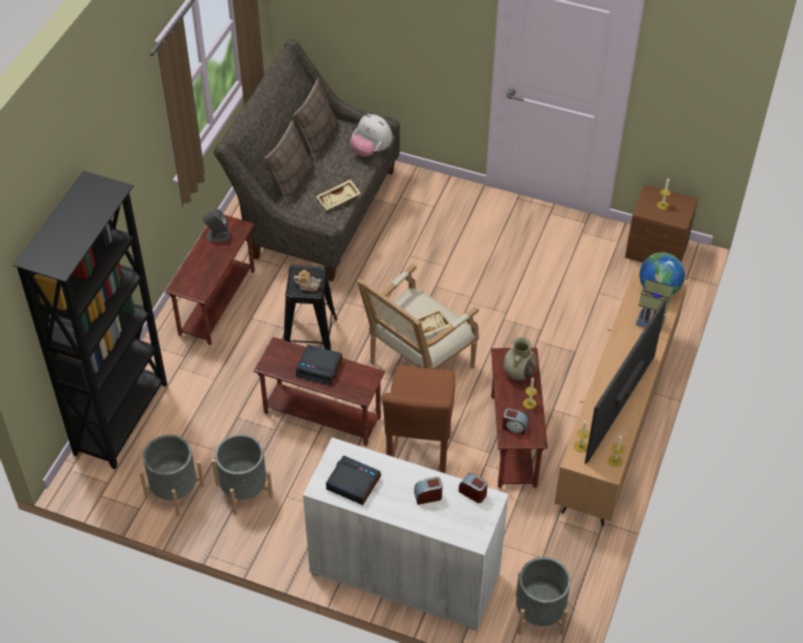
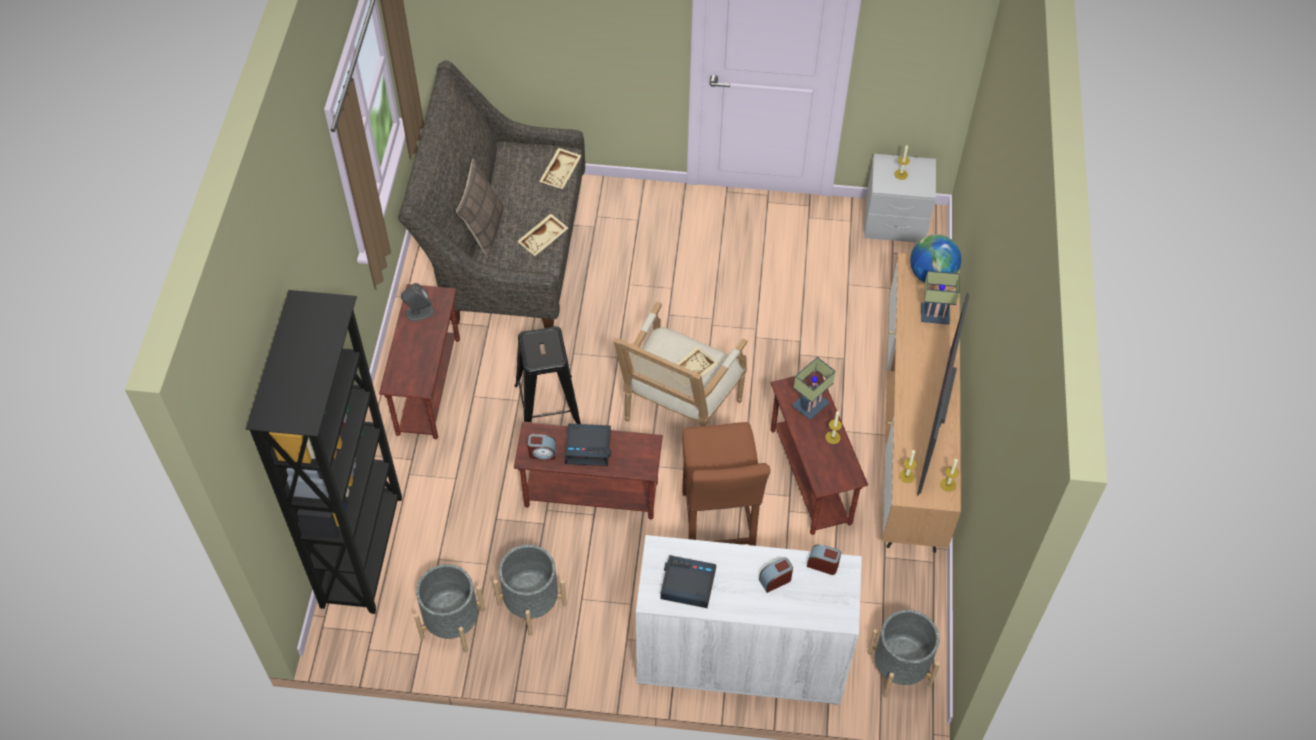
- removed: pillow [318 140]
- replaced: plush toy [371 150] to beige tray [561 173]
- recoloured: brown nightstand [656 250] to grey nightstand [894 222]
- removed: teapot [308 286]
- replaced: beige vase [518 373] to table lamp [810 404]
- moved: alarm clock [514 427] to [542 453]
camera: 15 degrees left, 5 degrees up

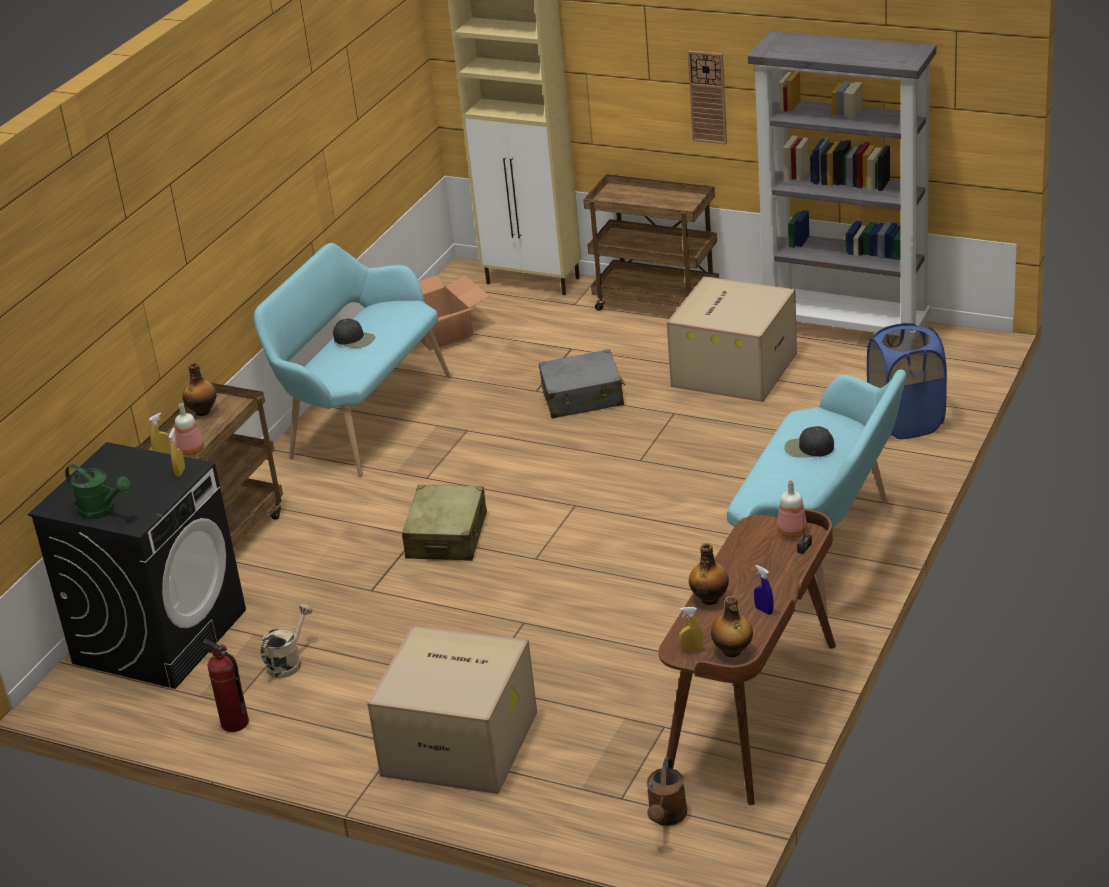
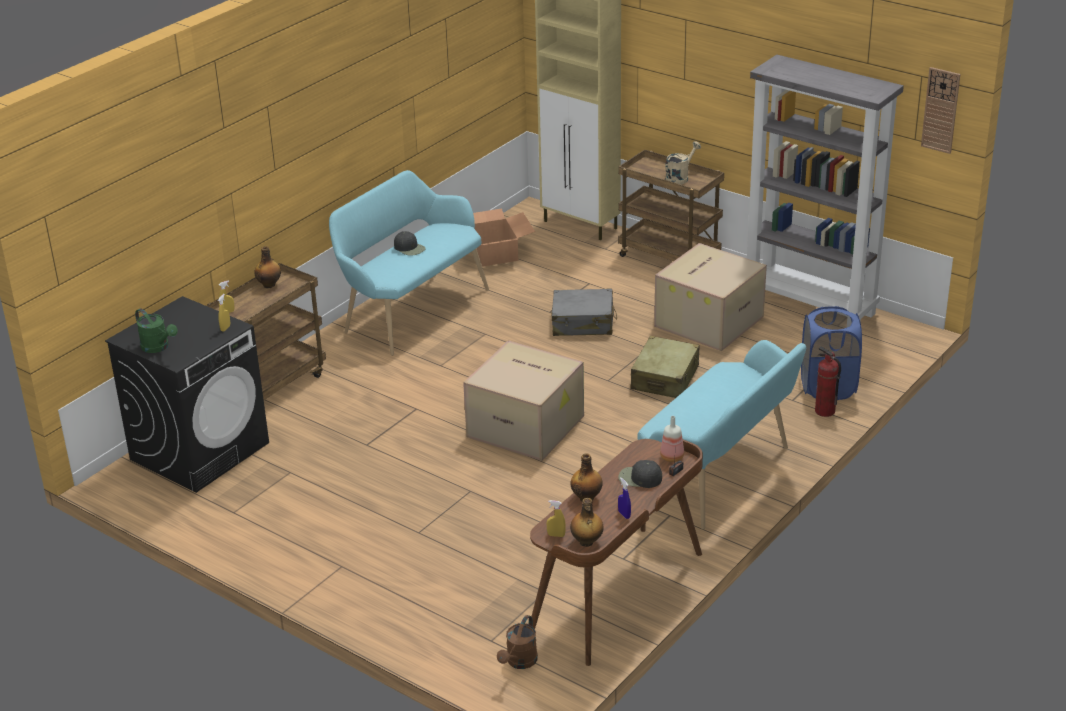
- moved: wall clock [708 97] to [940 110]
- removed: bottle [192 450]
- moved: black cap [808 448] to [639 478]
- moved: beige suitcase [447 536] to [665 378]
- moved: beige watering can [288 662] to [679 178]
- moved: cardboard box [462 742] to [527 426]
- moved: fire extinguisher [234 723] to [824 411]
camera: 10 degrees right, 0 degrees up

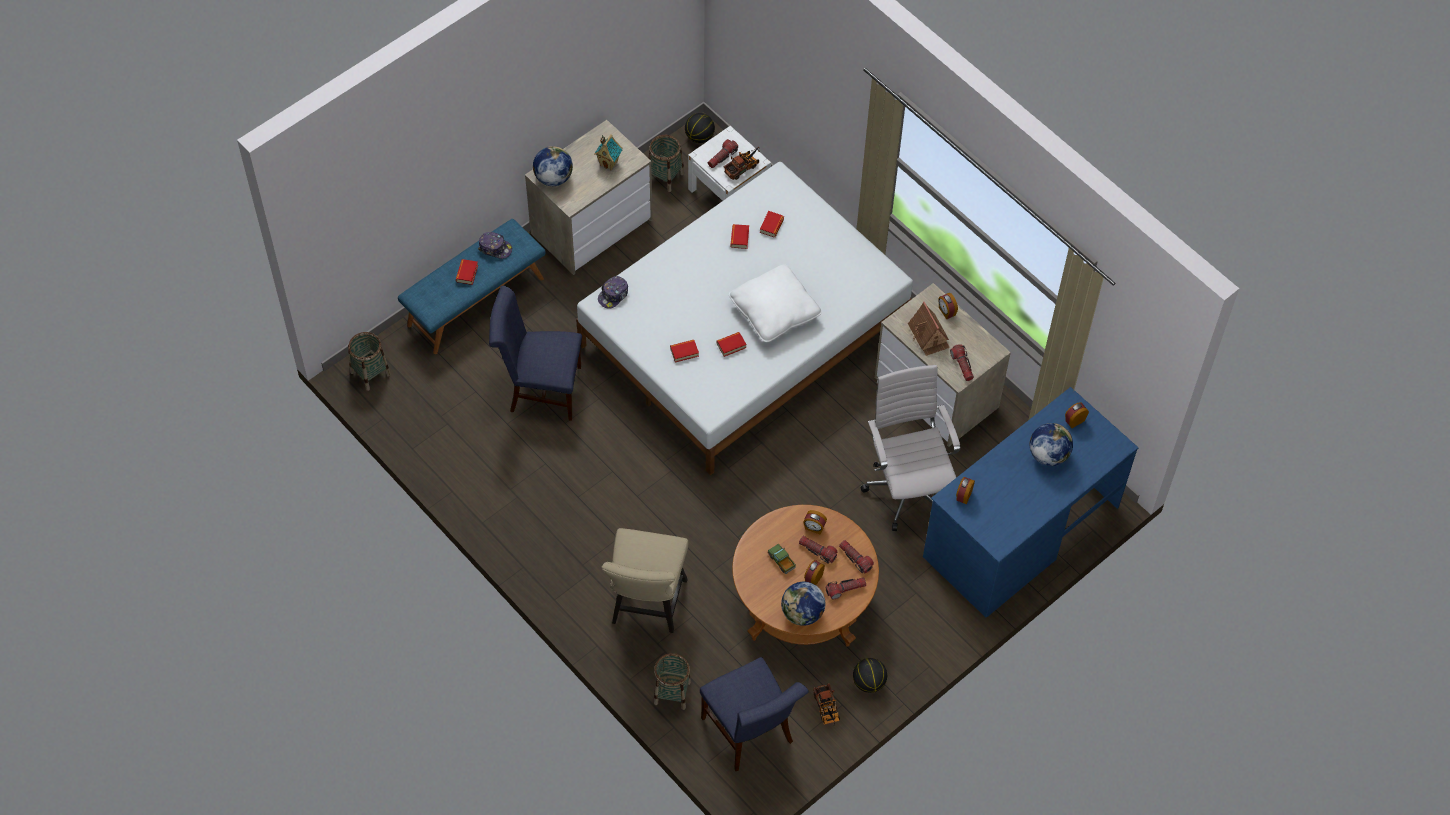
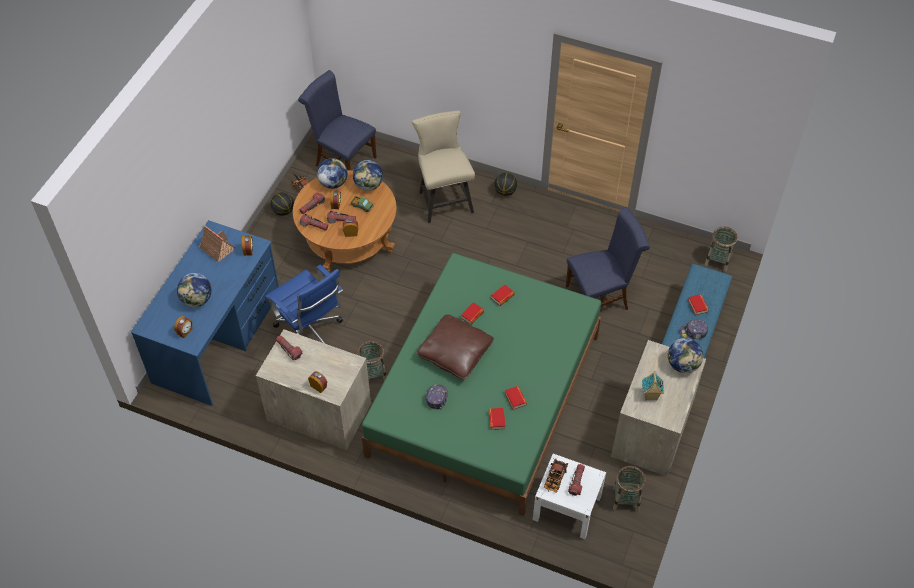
- moved: basketball [699 137] to [505 192]
- recoloured: white bed [744 334] to green bed [484 395]
- recoloured: white pillow [774 311] to brown pillow [455 353]
- moved: cap [613 295] to [436 397]
- moved: toy house [929 336] to [216 248]
- recoloured: white office chair [907 488] to blue office chair [310 335]
- moved: basket [672 693] to [372 374]
- added: globe [369 185]
camera: 155 degrees right, 5 degrees down

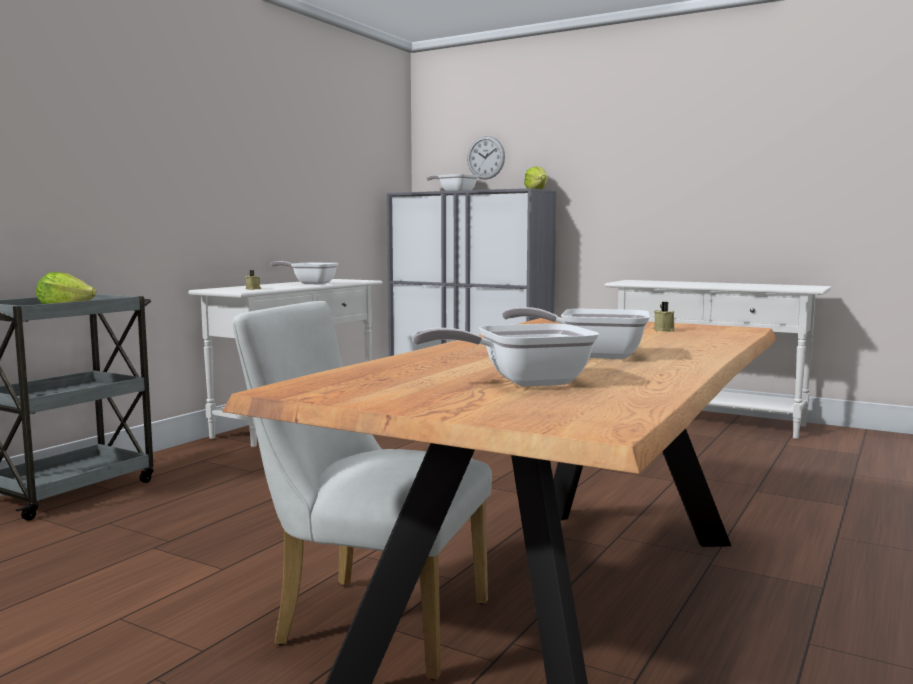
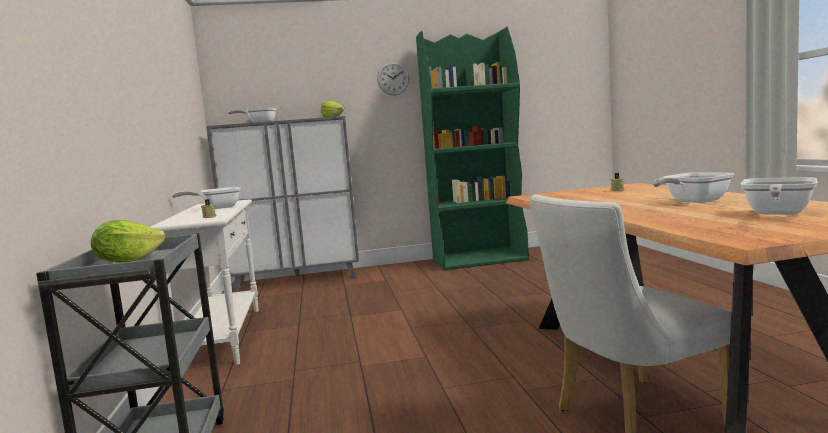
- moved: wall clock [486 157] to [393 78]
- replaced: white console table [709 421] to green bookcase [480 259]
camera: 40 degrees left, 0 degrees up

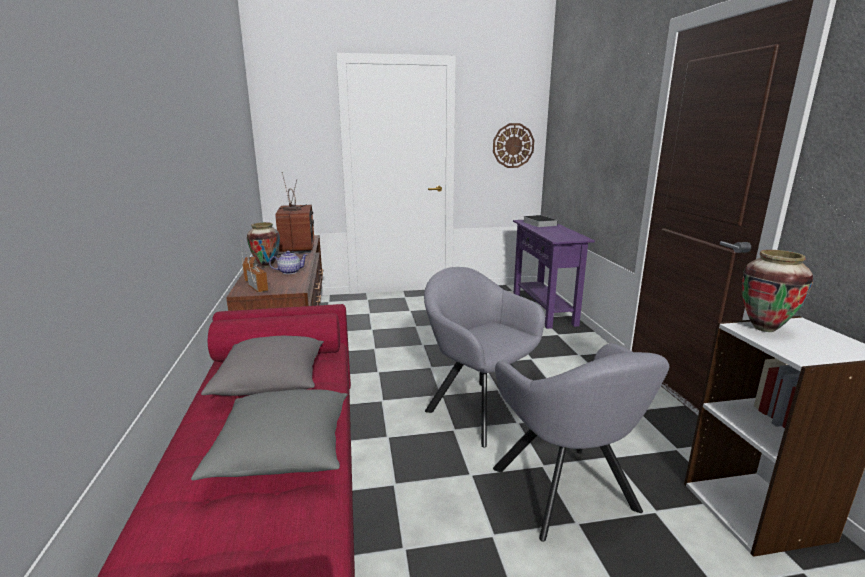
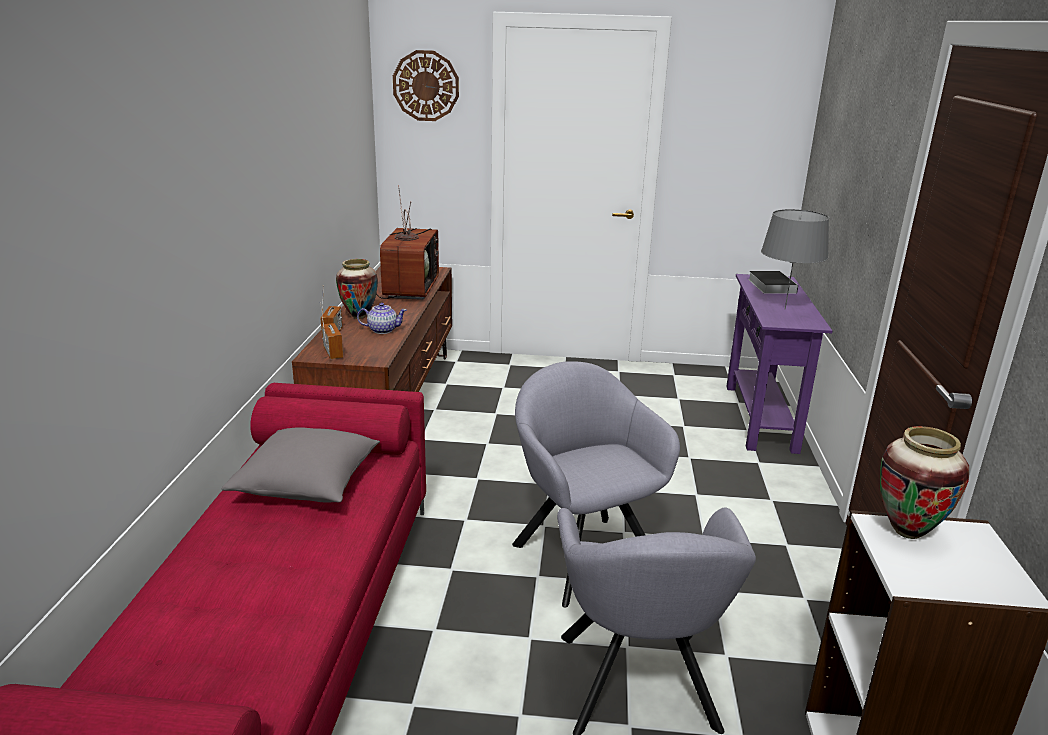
- moved: wall clock [513 145] to [426 86]
- removed: grey pillow [283 454]
- added: grey table lamp [785 309]
camera: 15 degrees right, 5 degrees up

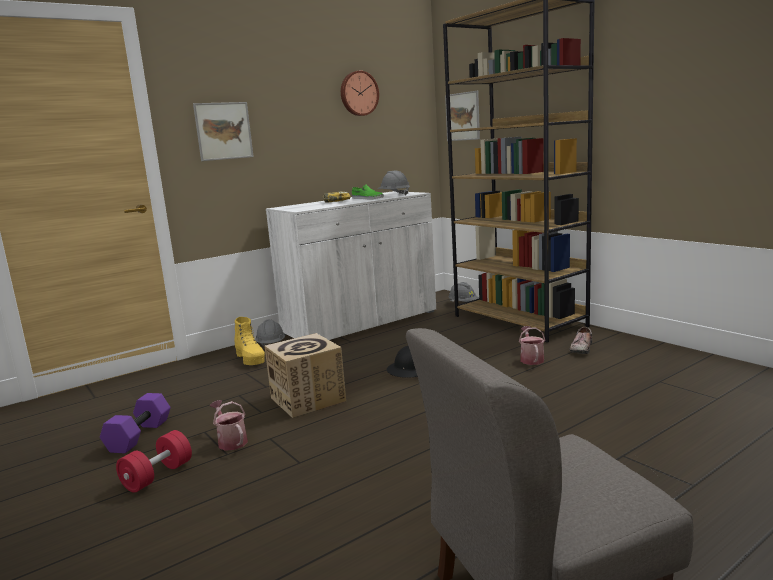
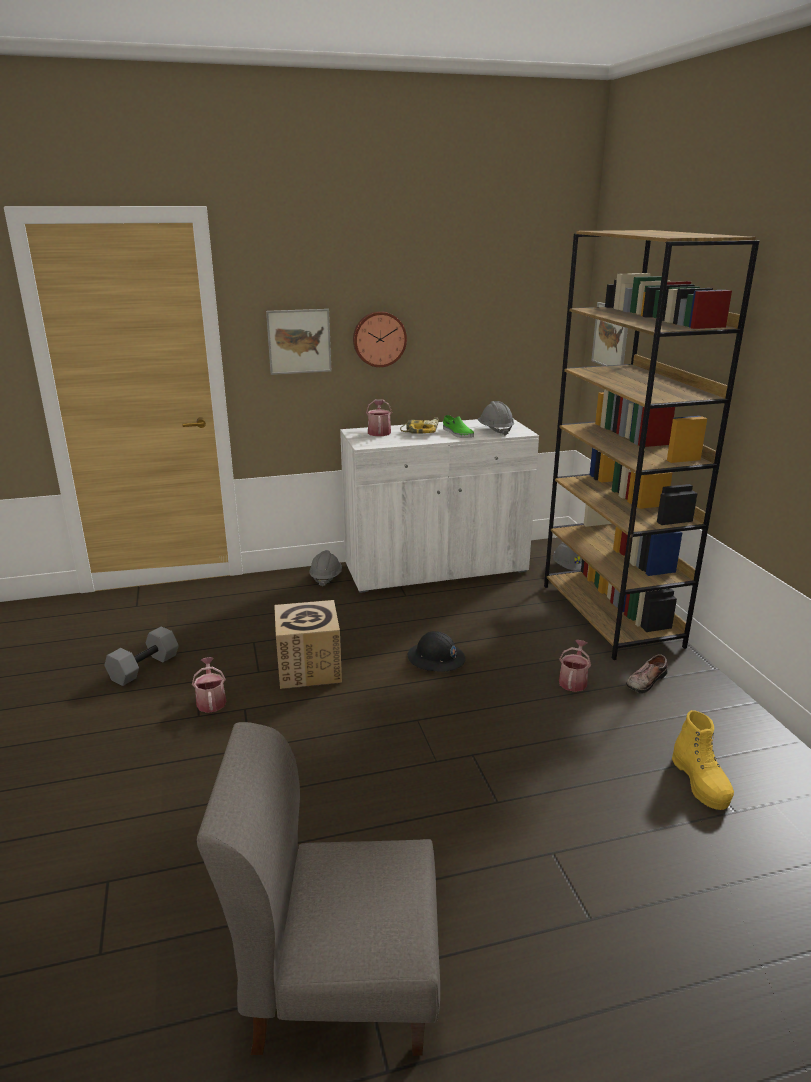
- moved: wall clock [358 93] to [379 339]
- moved: yellow boot [250 359] to [700 782]
- recoloured: purple dumbbell [138 435] to grey dumbbell [144 667]
- removed: red dumbbell [158 476]
- added: watering can [379 432]
camera: 20 degrees right, 10 degrees up

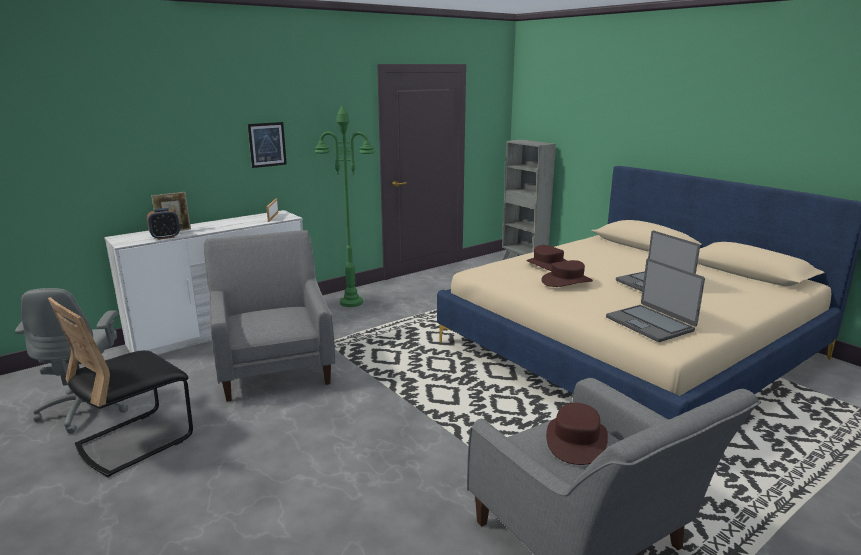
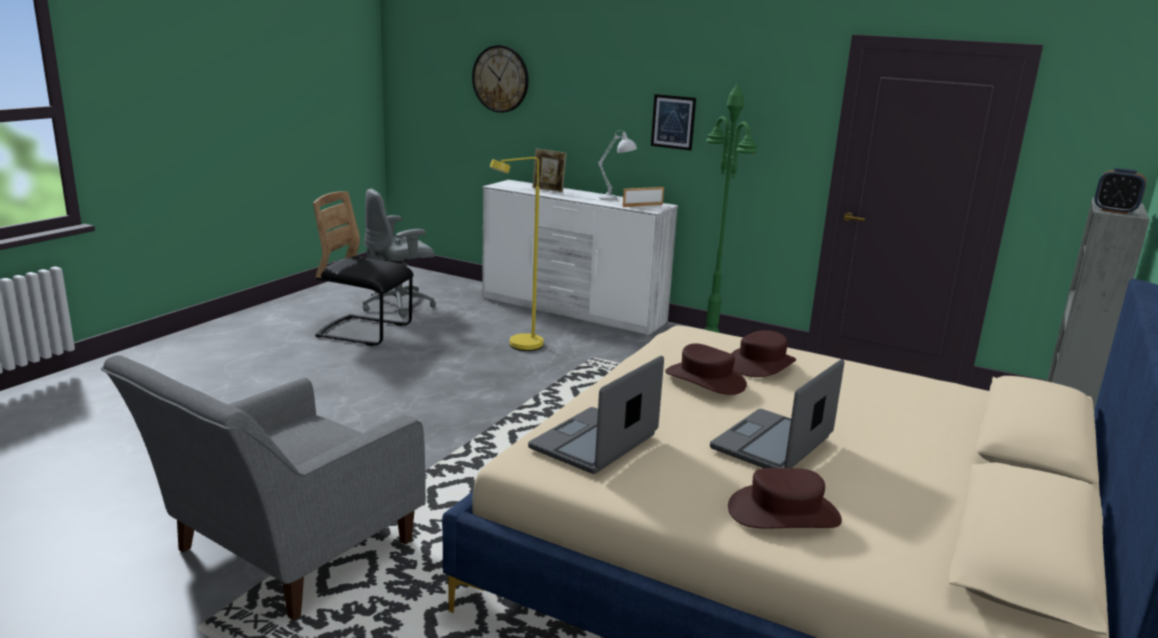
- moved: alarm clock [165 237] to [1114 211]
- replaced: grey armchair [273 367] to yellow floor lamp [519 347]
- moved: brown hat [576 440] to [784 513]
- added: wall clock [500 79]
- added: white table lamp [615 199]
camera: 65 degrees right, 0 degrees up

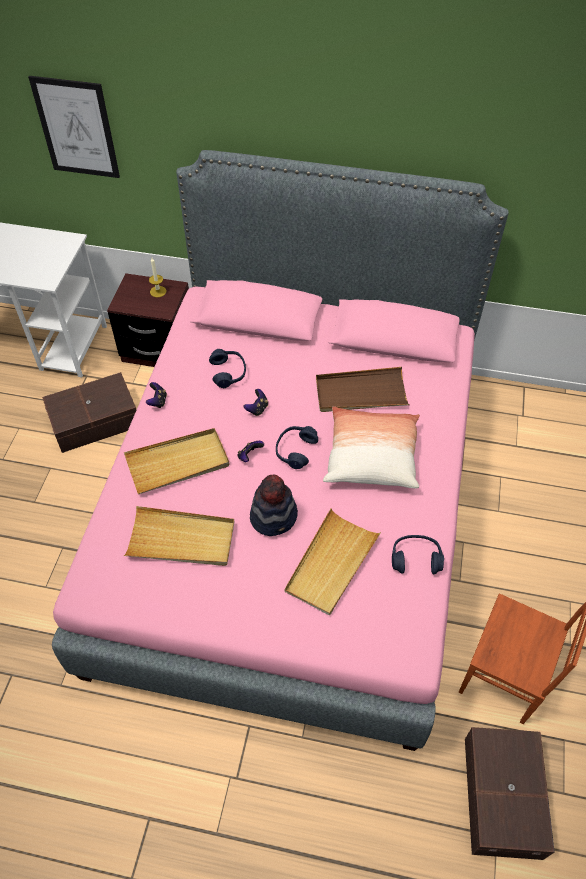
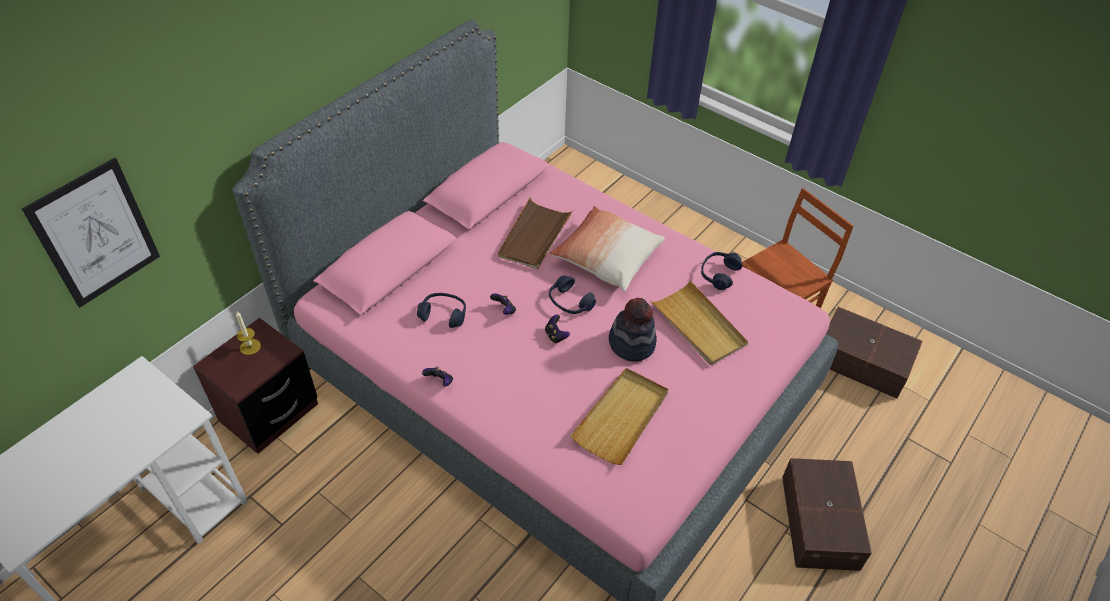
- moved: brown storage box [96 422] to [821 521]
- removed: beige tray [178 463]
camera: 65 degrees left, 5 degrees down

